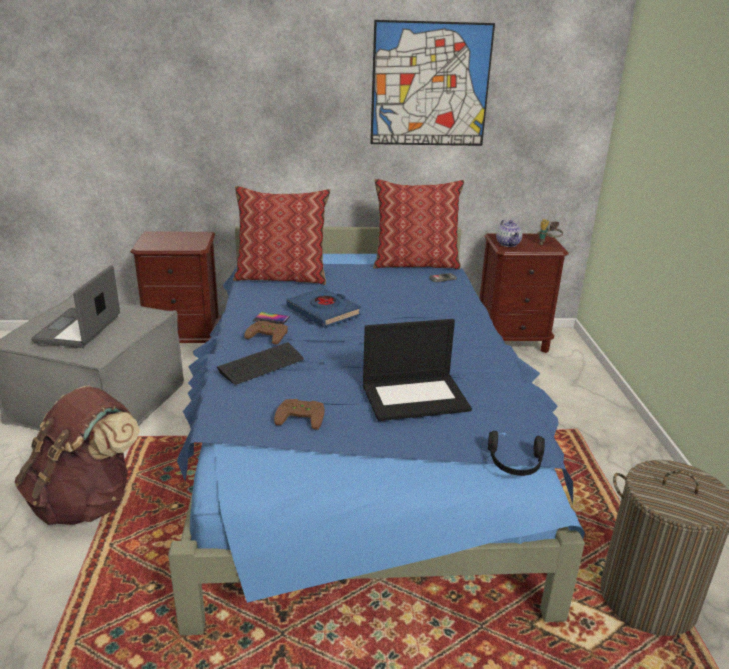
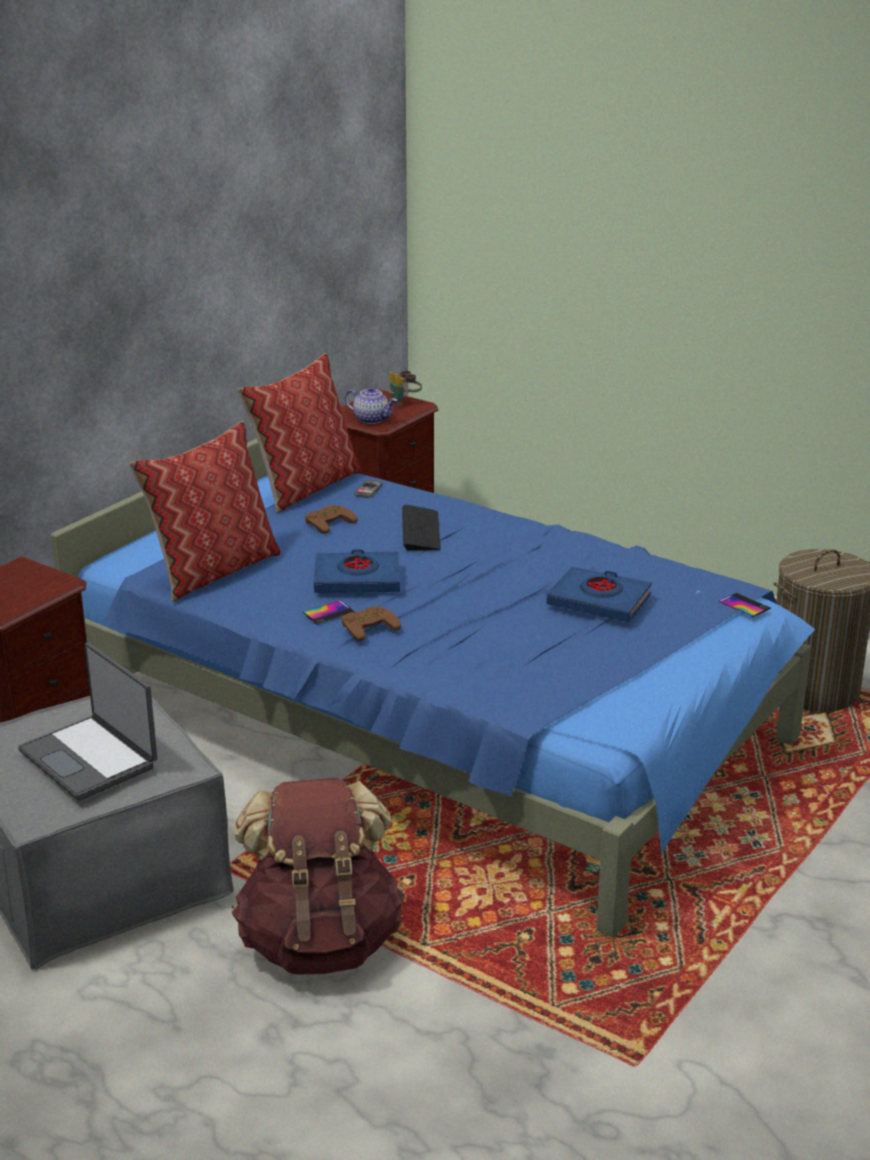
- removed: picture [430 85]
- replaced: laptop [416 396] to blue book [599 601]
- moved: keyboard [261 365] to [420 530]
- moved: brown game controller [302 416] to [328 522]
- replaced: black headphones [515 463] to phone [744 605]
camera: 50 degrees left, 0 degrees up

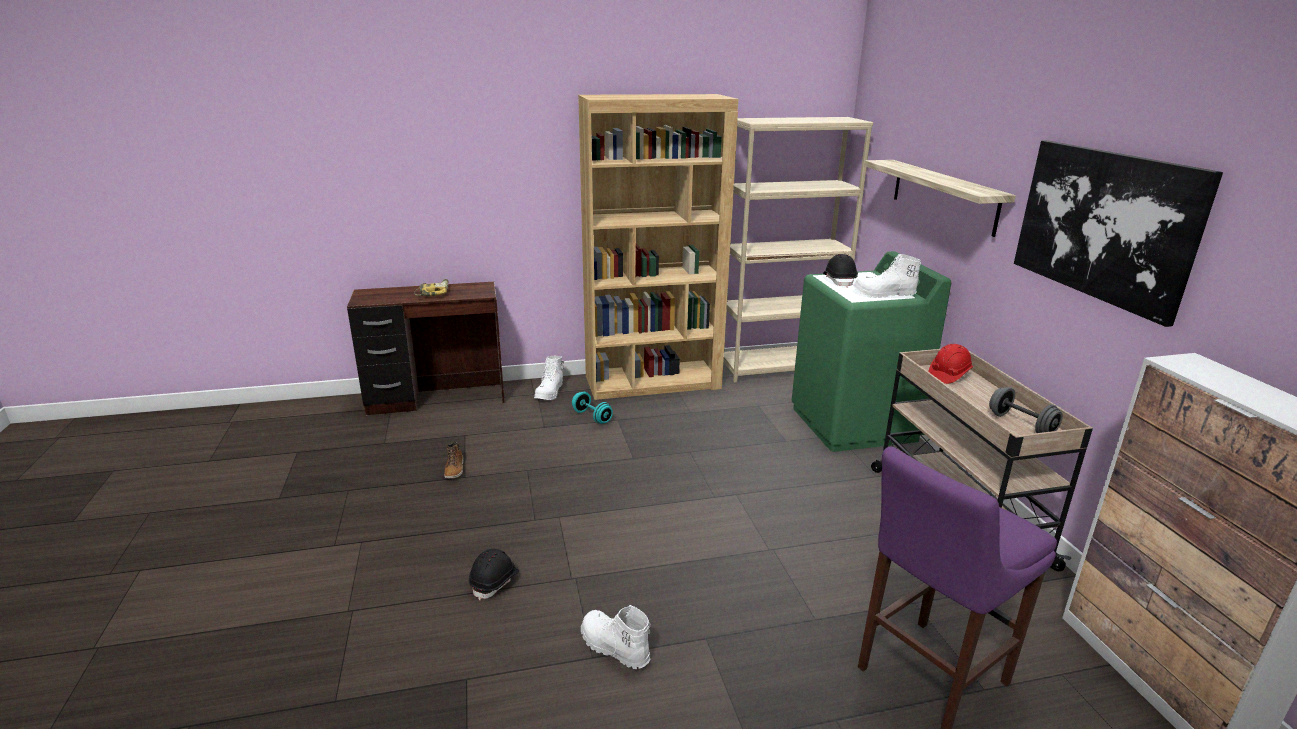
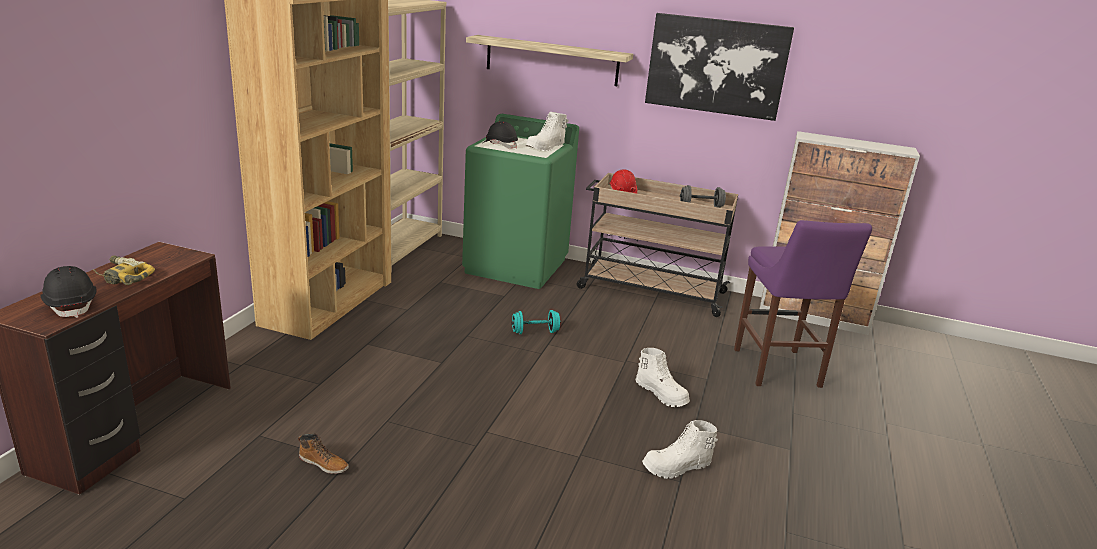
- moved: white boot [550 392] to [661 394]
- moved: turquoise dumbbell [592 417] to [535 332]
- moved: black hard hat [495 582] to [72 305]
camera: 60 degrees left, 0 degrees up

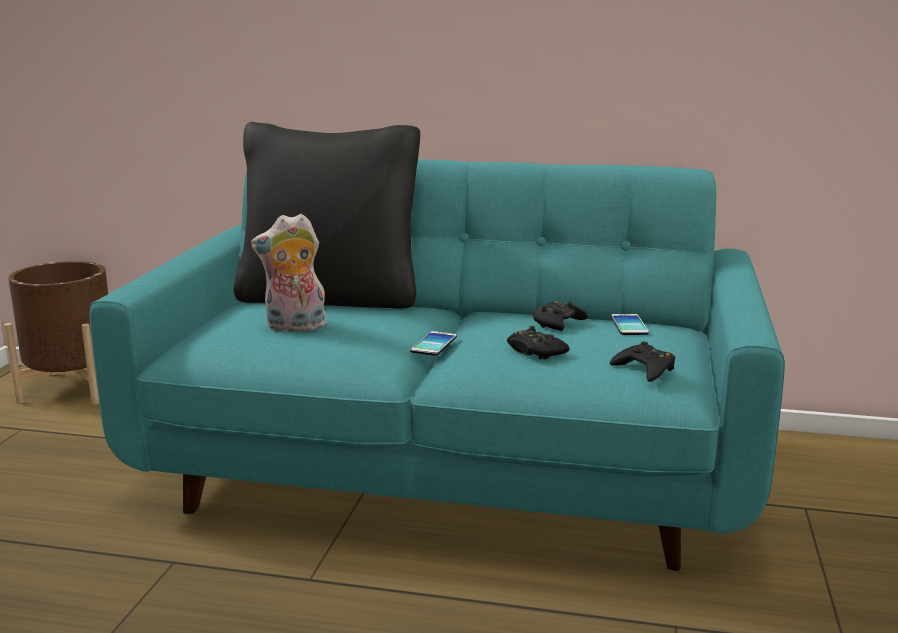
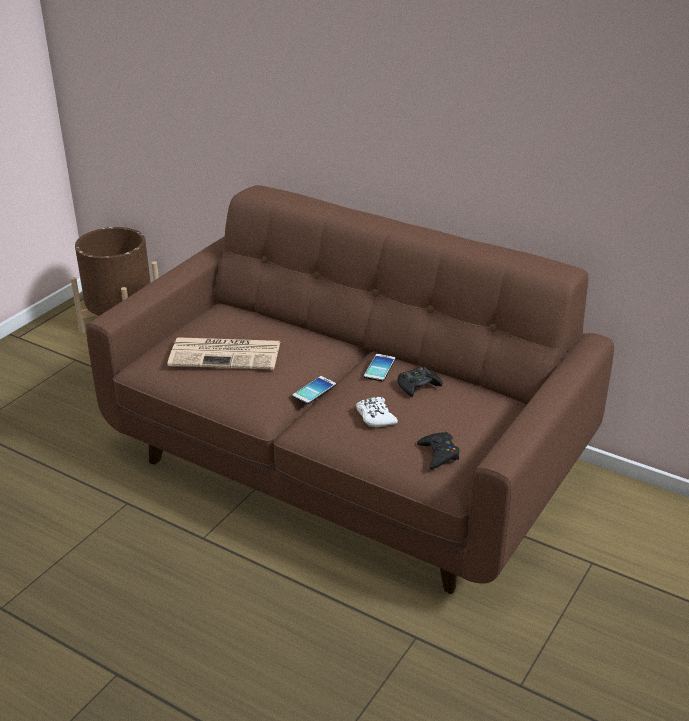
- removed: black pillow [330 297]
- recoloured: turquoise sofa [451 470] to brown sofa [347 464]
- replaced: plush toy [294 327] to newspaper [227 354]
- moved: phone [629 325] to [379 368]
- recoloured: black game controller [535 351] to white game controller [375 417]
camera: 20 degrees right, 15 degrees up

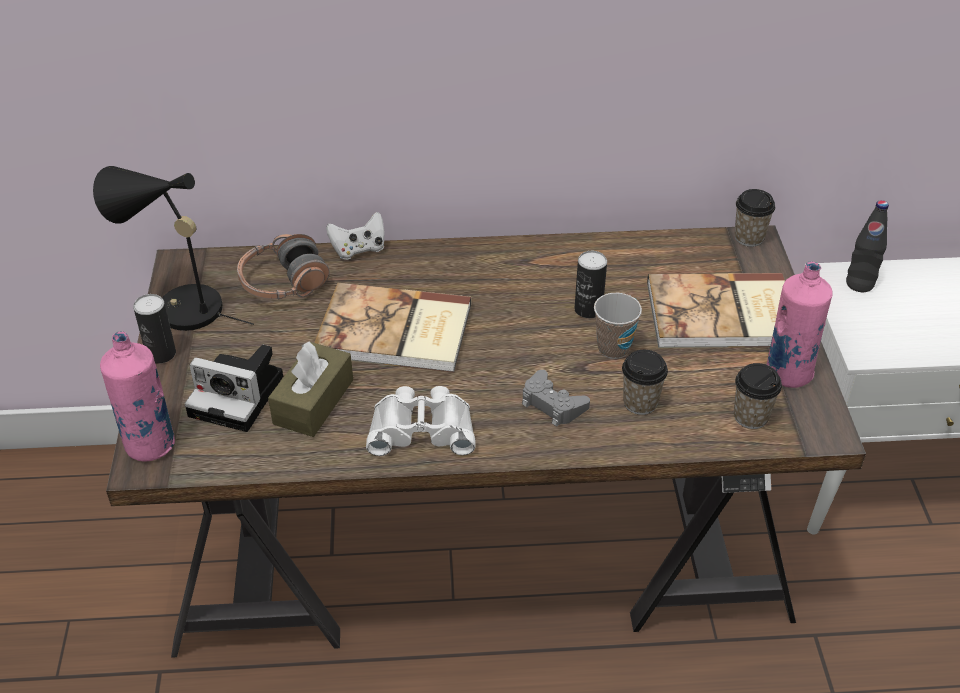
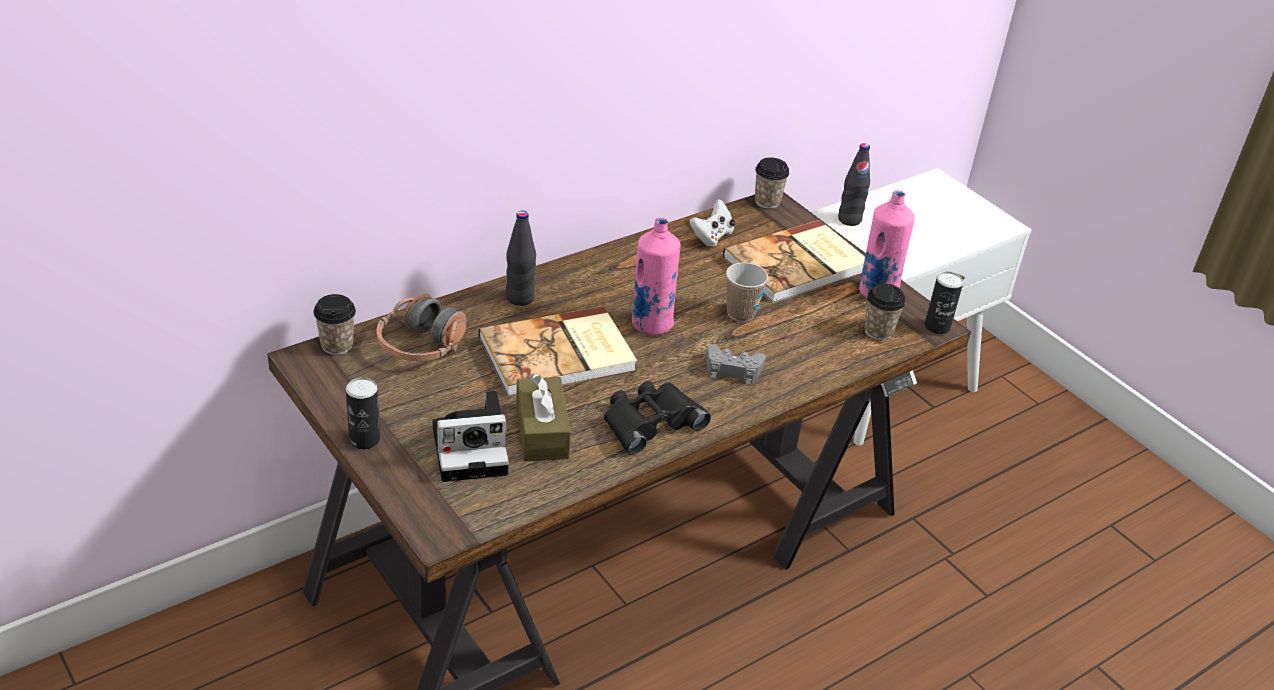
- removed: black table lamp [180 308]
- moved: white game controller [359 249] to [712 236]
- moved: can [588 309] to [937 327]
- moved: pink bottle [150 445] to [651 324]
- moved: cup [640 403] to [337 345]
- recoloured: white binoculars [422 428] to black binoculars [650 421]
- added: black bottle [520 298]
camera: 35 degrees left, 5 degrees down

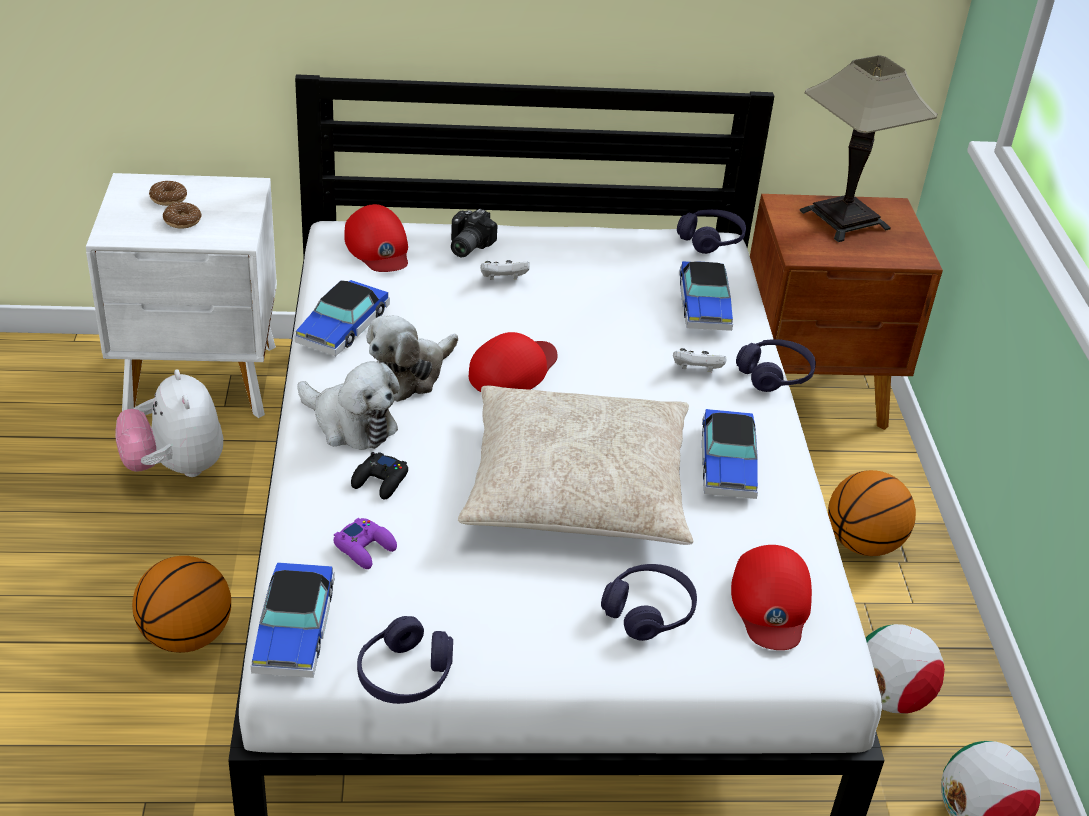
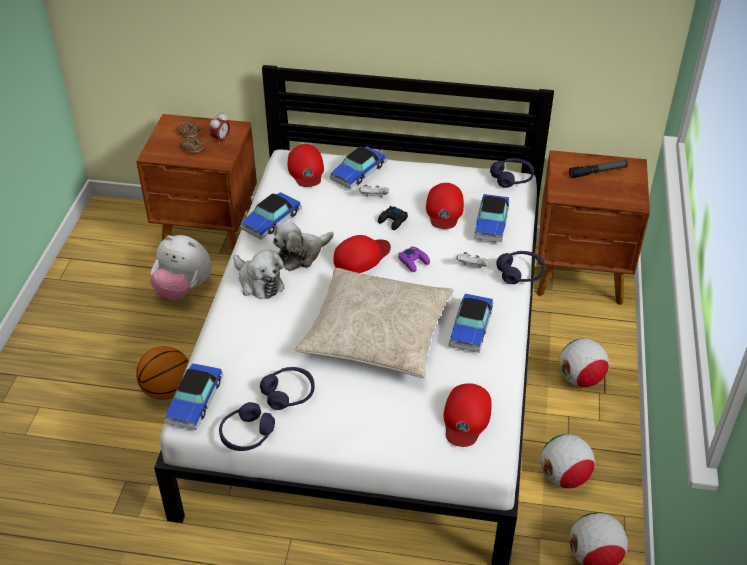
- replaced: table lamp [845 220] to flashlight [598 172]
- recoloured: white nightstand [203 381] to brown nightstand [211 236]
- replaced: photo camera [466 246] to toy car [358 172]
- turned: plush toy [175 467] = [183 289] 60 degrees counterclockwise
- moved: black game controller [380 481] to [393 221]
- replaced: basketball [863 544] to football [580 379]
- moved: purple game controller [365 548] to [414 262]
- moved: purple headphones [648 612] to [289 394]
- added: alarm clock [221 140]
- added: red cap [444 210]
camera: 15 degrees right, 5 degrees up

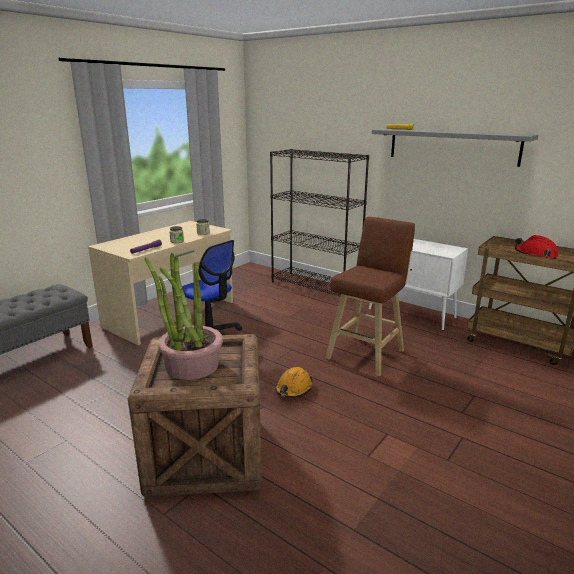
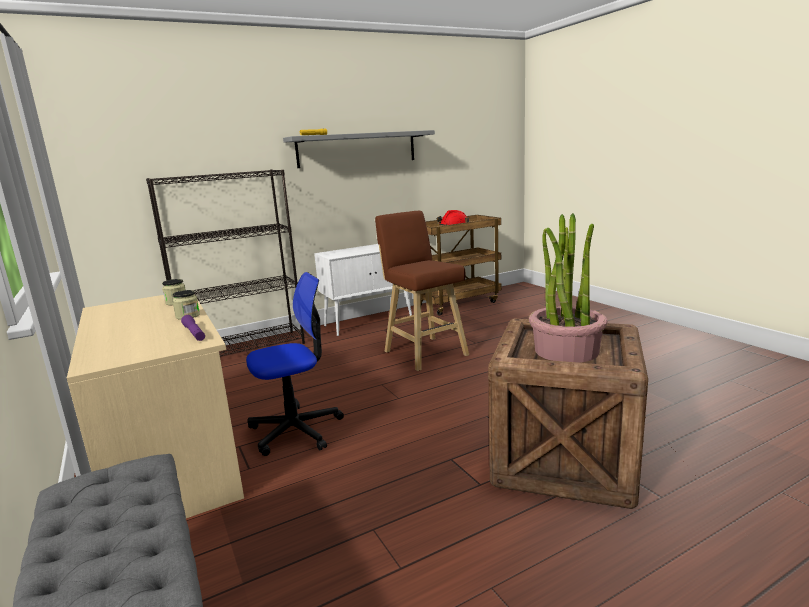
- removed: orange hard hat [293 389]
camera: 65 degrees left, 5 degrees down

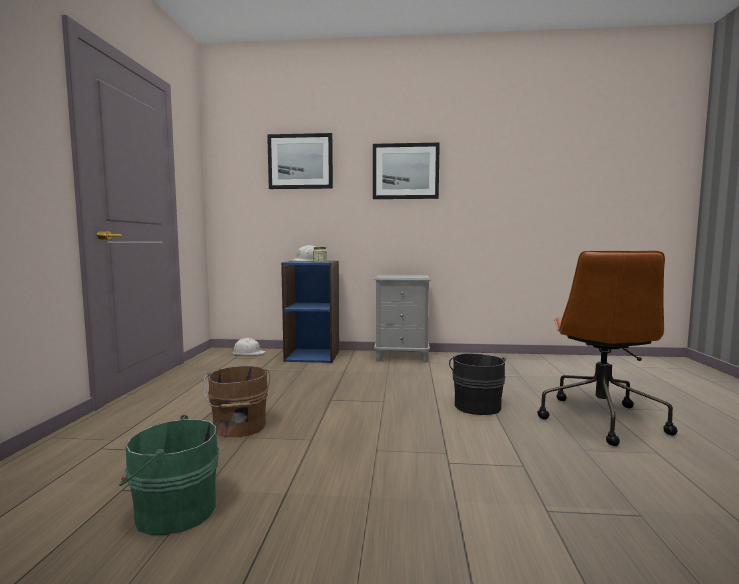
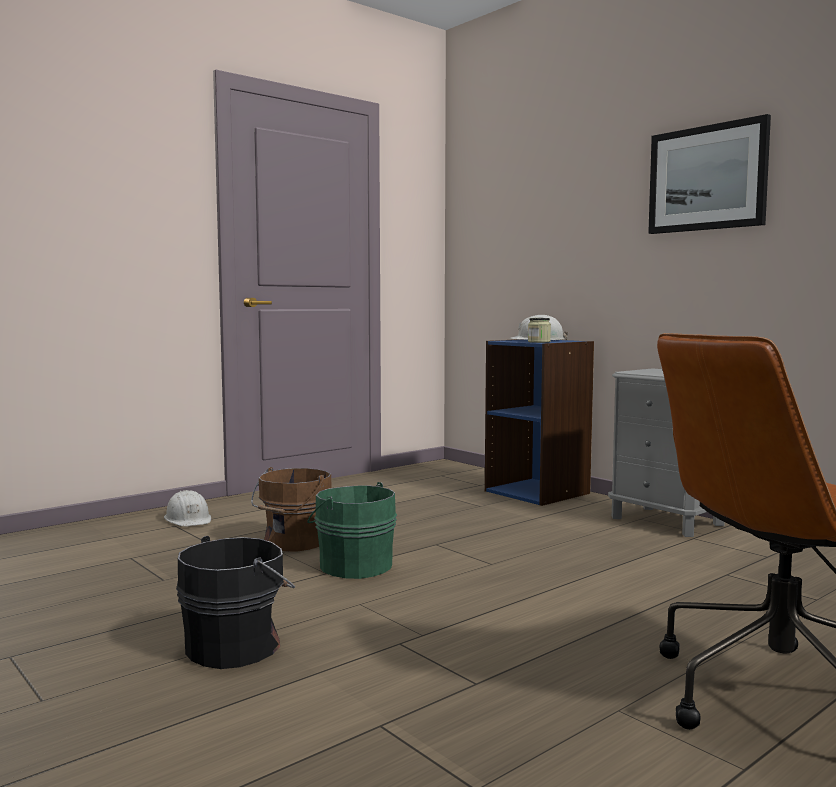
- removed: picture [300 161]
- moved: white hard hat [248 353] to [188 519]
- moved: black bucket [477 405] to [237 646]
- moved: green bucket [173 511] to [353 565]
camera: 45 degrees right, 0 degrees up

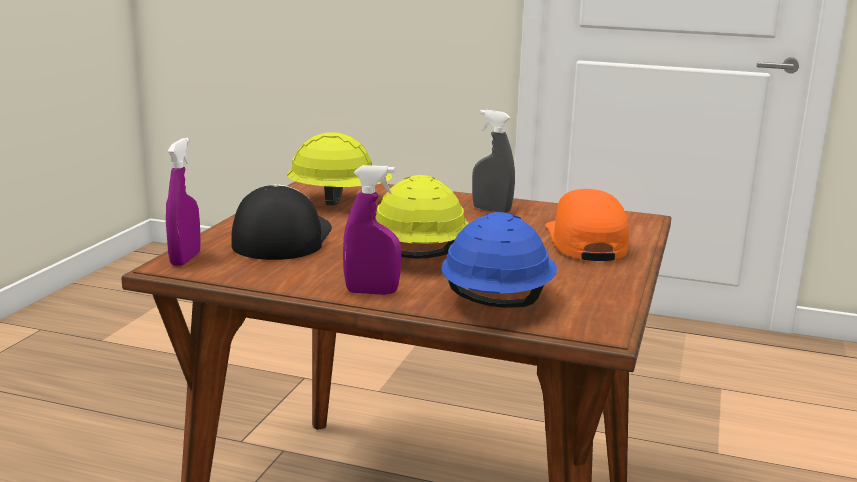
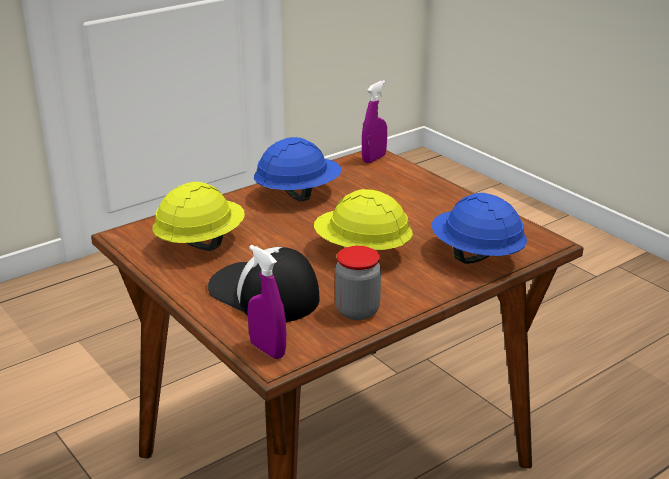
- replaced: grey spray bottle [491 210] to blue hard hat [298 194]
- moved: purple spray bottle [371 292] to [374 159]
- removed: orange cap [585 241]
- added: jar [357 311]
camera: 55 degrees left, 10 degrees up

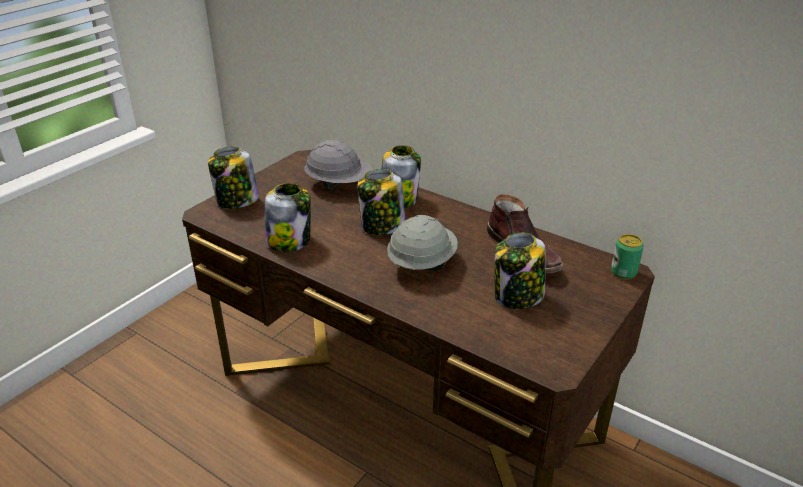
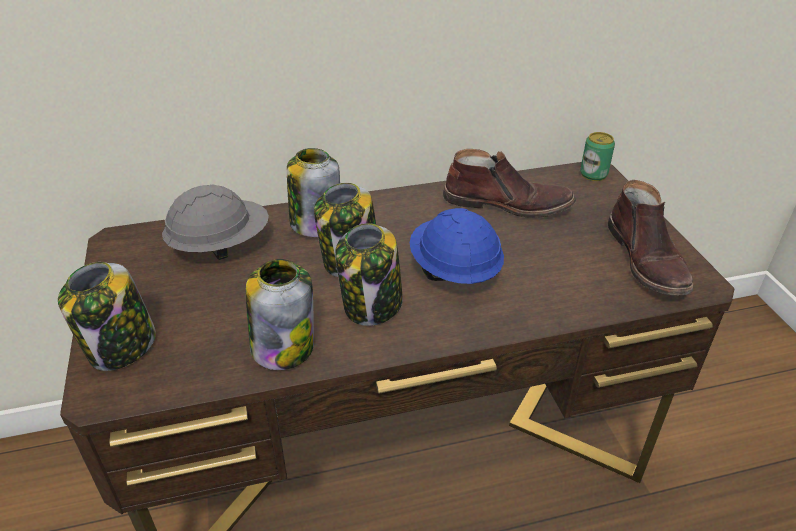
- recoloured: grey hard hat [421 264] to blue hard hat [454 271]
- moved: jar [517 297] to [372 305]
- added: brown boot [647 260]
camera: 50 degrees left, 5 degrees up

